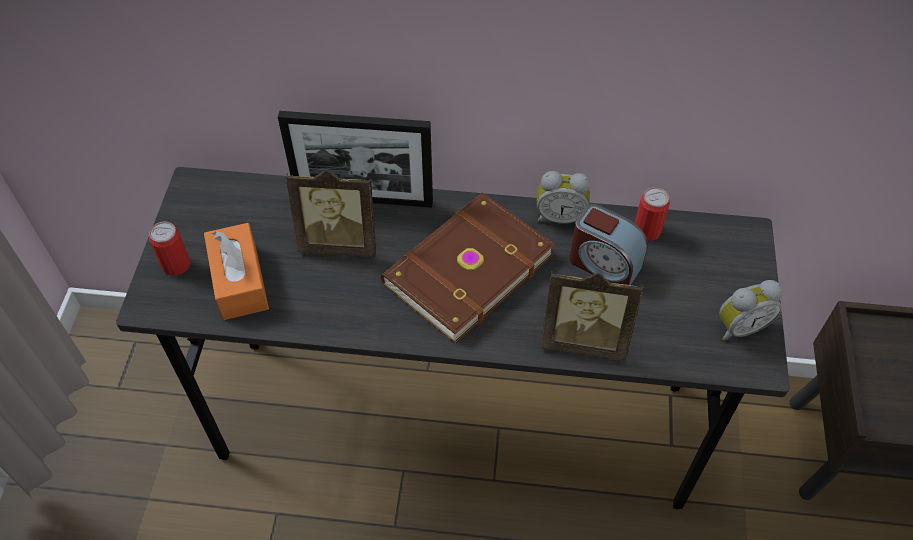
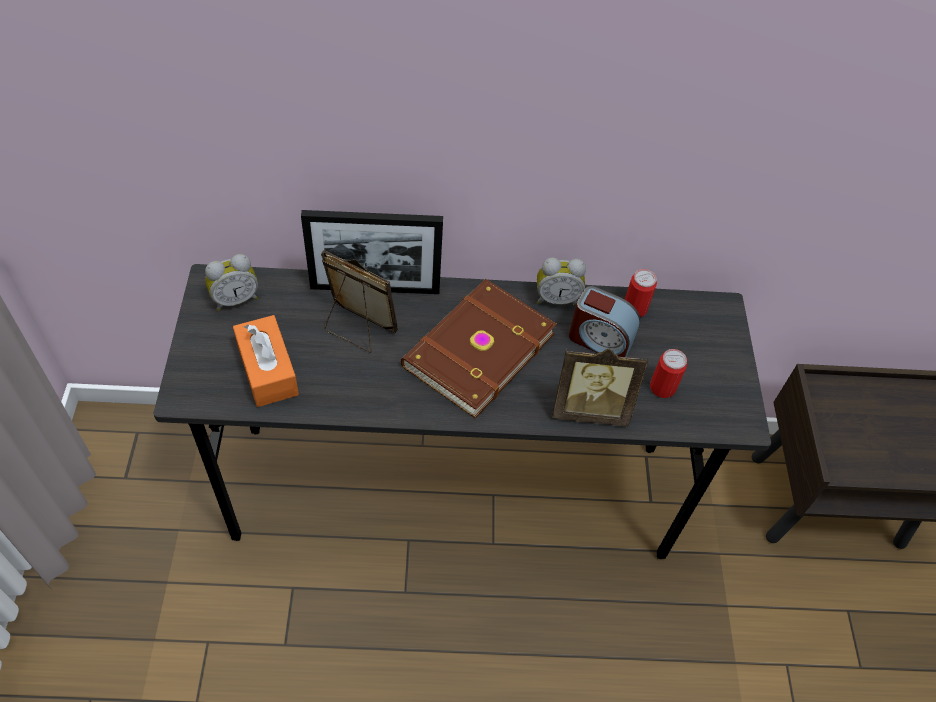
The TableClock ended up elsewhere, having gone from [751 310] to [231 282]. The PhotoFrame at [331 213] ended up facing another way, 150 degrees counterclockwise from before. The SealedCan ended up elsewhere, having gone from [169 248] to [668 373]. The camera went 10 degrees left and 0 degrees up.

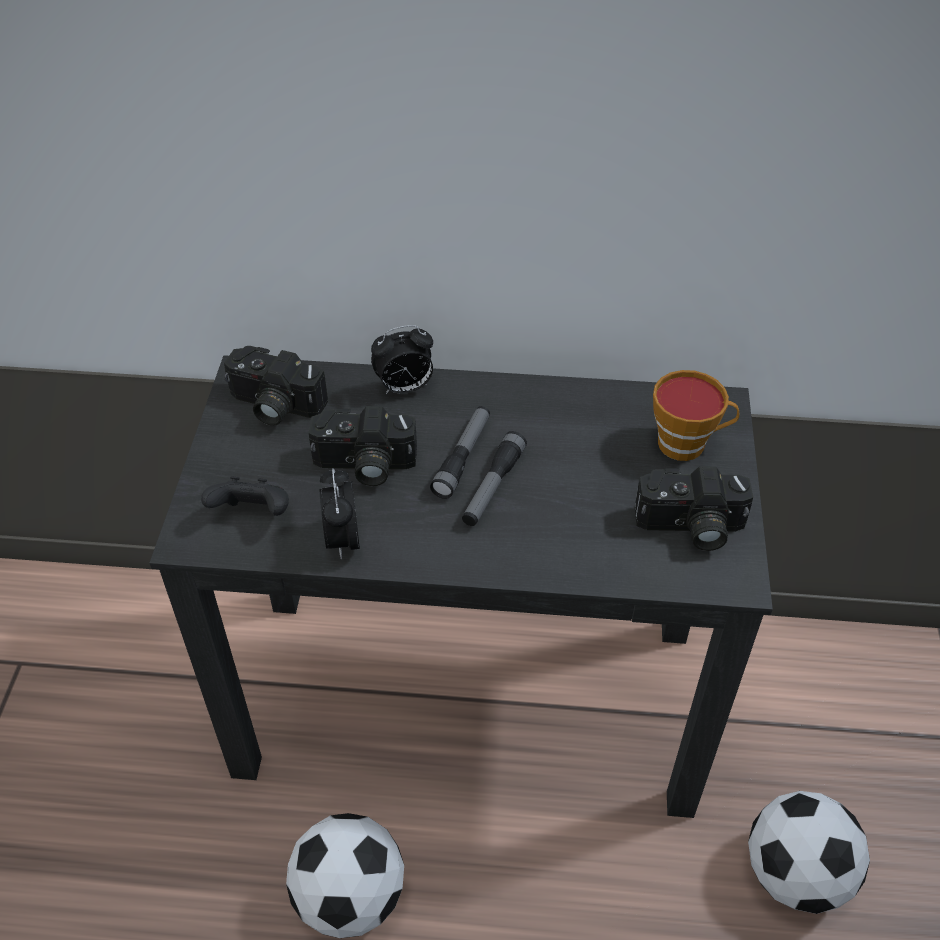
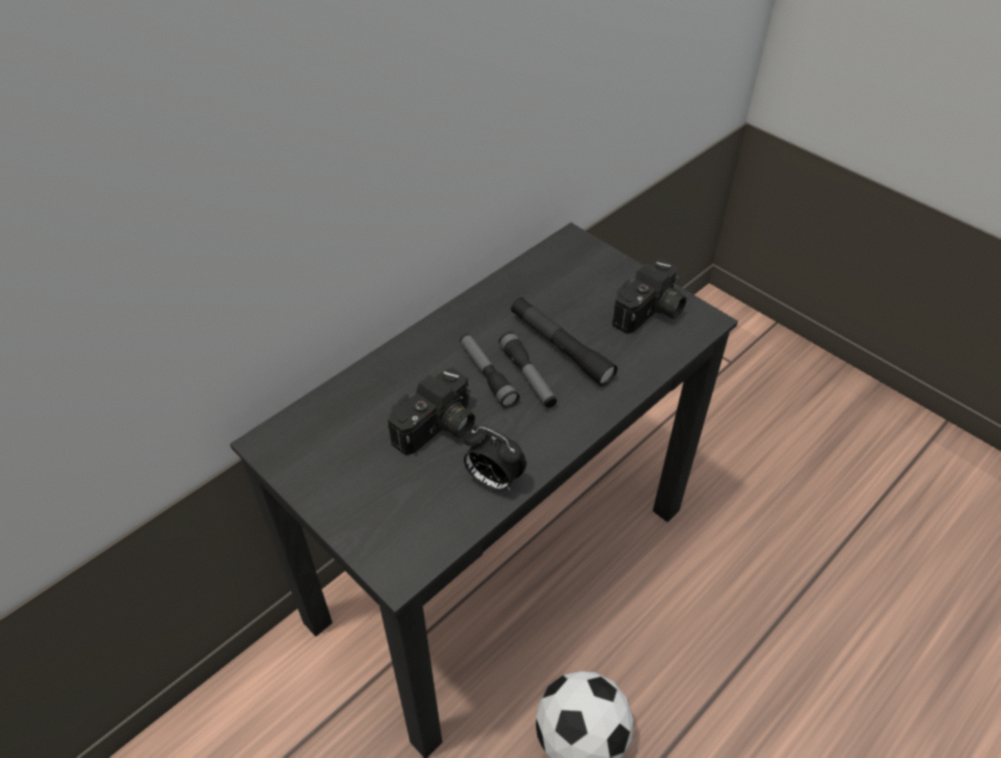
The second view gained the BlackHandTorch at [564 342]. The second view lost the BlackJoypad at [245 496]. The second view lost the PhotoCamera at [276 386]. The second view lost the TableClock at [402 359]. The second view lost the Cup at [696 415]. The second view lost the Football at [809 852]. The camera went 50 degrees left and 0 degrees up.

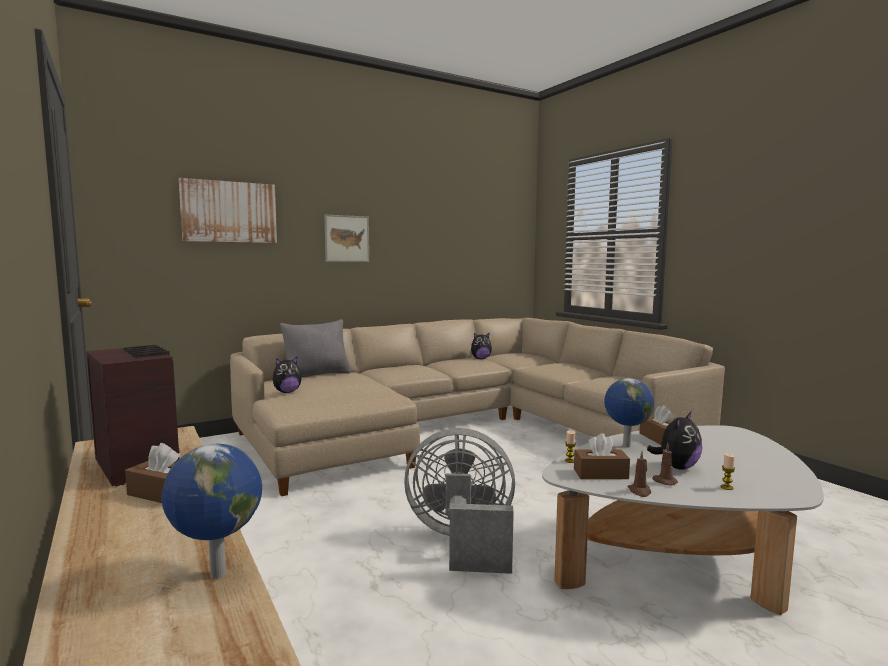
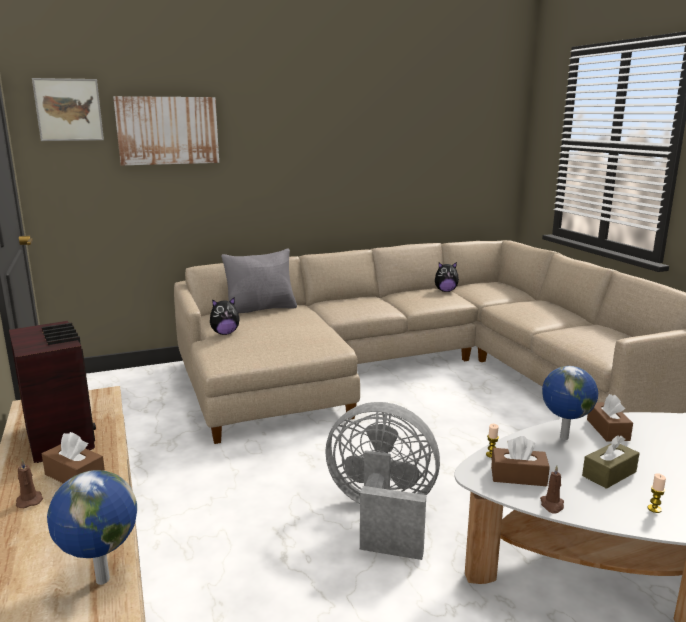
The BrownishWaxCandle ended up elsewhere, having gone from [665 464] to [29 483]. The Picture ended up elsewhere, having gone from [346 238] to [68 109]. Where the CuddlyToy stood at [674 441], the BrownishTissueBox came to stand at [610 462]. The camera went 10 degrees right and 10 degrees up.

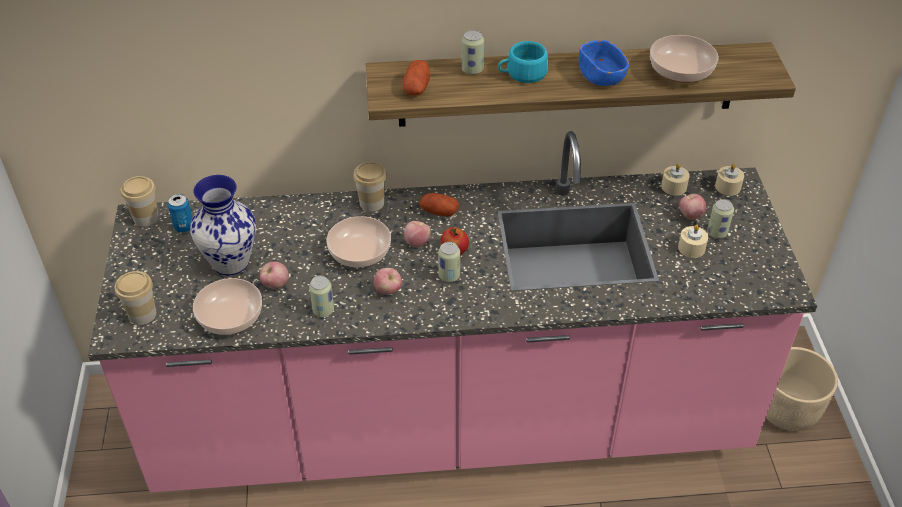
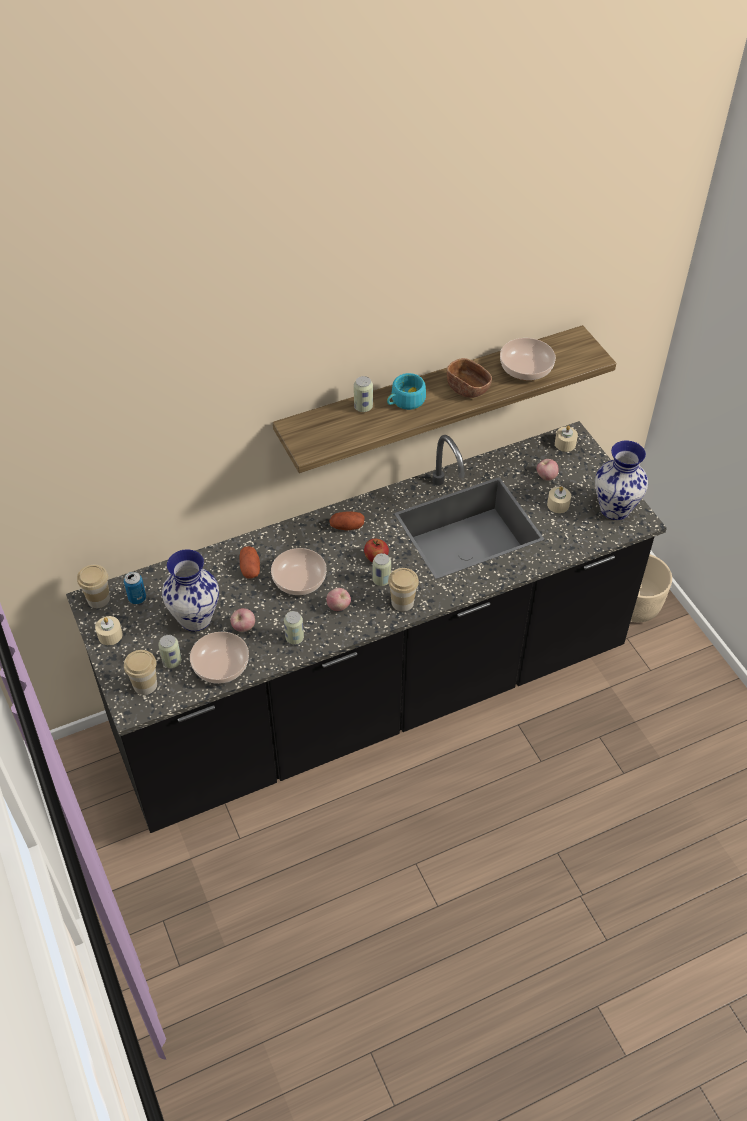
What was the PinkKitchenCounter at [452 312] turned into the BlackKitchenCounter at [366 627]. The SandColouredWaxCandle ended up elsewhere, having gone from [675 179] to [109 630]. The SealedCan ended up elsewhere, having gone from [720 218] to [170 651]. The Potato ended up elsewhere, having gone from [416 78] to [250 562]. The Cup ended up elsewhere, having gone from [370 187] to [403 589]. What was the BlueServingBowl at [604 63] turned into the BrownishServingBowl at [469 378]. The second view gained the Vase at [621 480]. The second view lost the Apple at [417 234]. The camera went 20 degrees left and 5 degrees up.

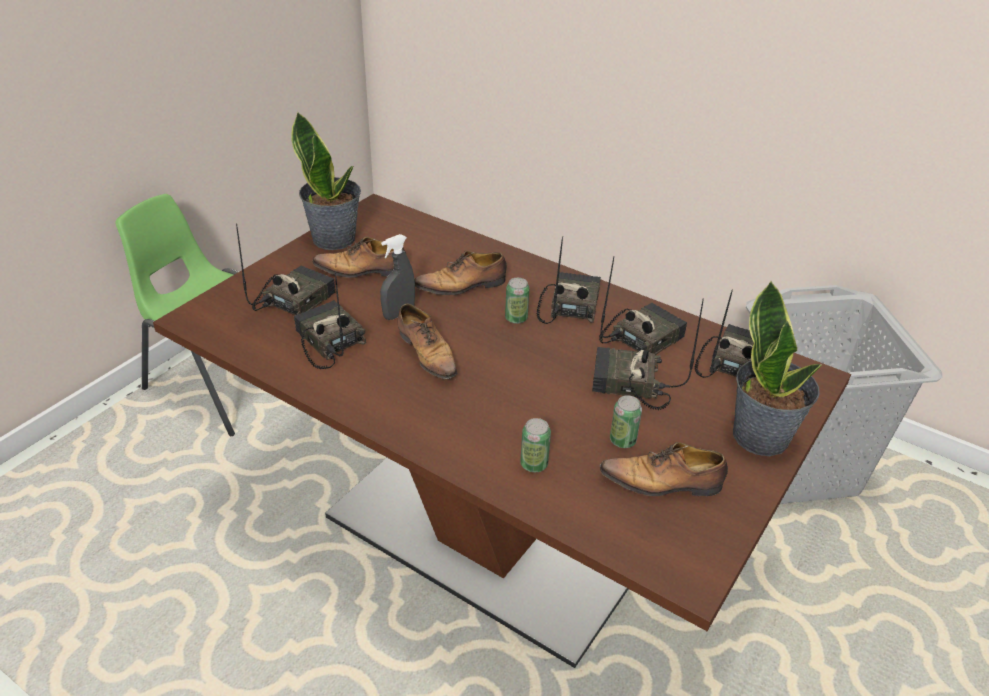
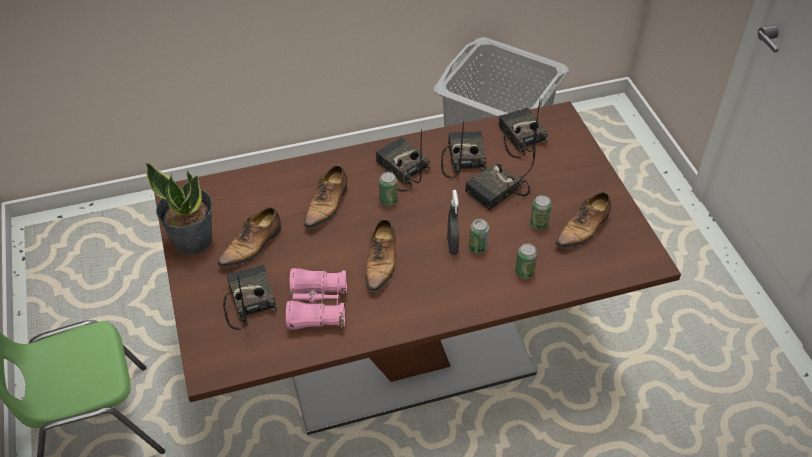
Where the RadioSet stood at [330 320], the PinkPairOfBinoculars came to stand at [316 299]. The Shoe at [427 342] ended up facing another way, 90 degrees clockwise from before. The GreyHandSprayer ended up elsewhere, having gone from [397 277] to [453 222]. The second view gained the SealedCan at [479 236]. The second view lost the Houseplant at [777 368]. The camera went 50 degrees left and 10 degrees up.

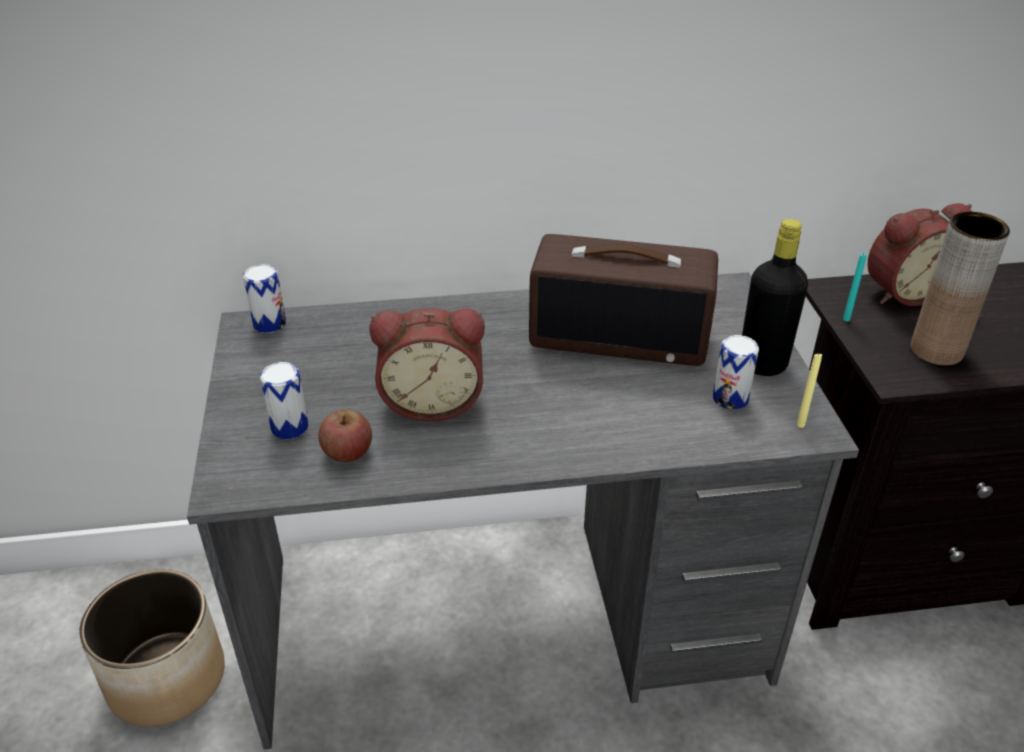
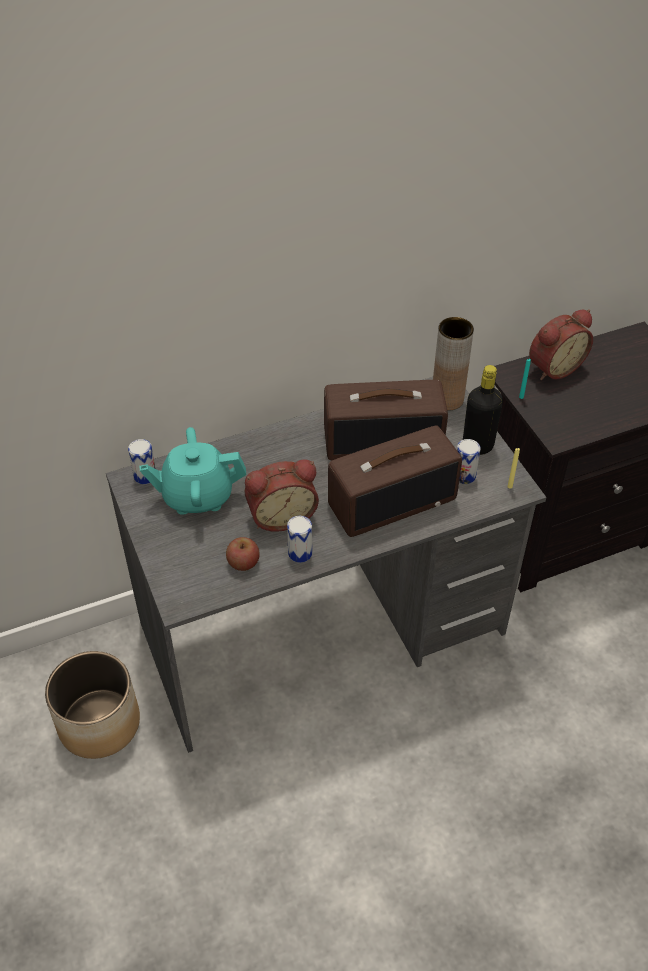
The second view gained the BlueGreenTeaPot at [192 471]. The SealedCan ended up elsewhere, having gone from [284 400] to [299 539]. The second view gained the RadioSet at [395 481]. The BrownishVase ended up elsewhere, having gone from [960 289] to [453 363]. The camera went 15 degrees left and 10 degrees up.

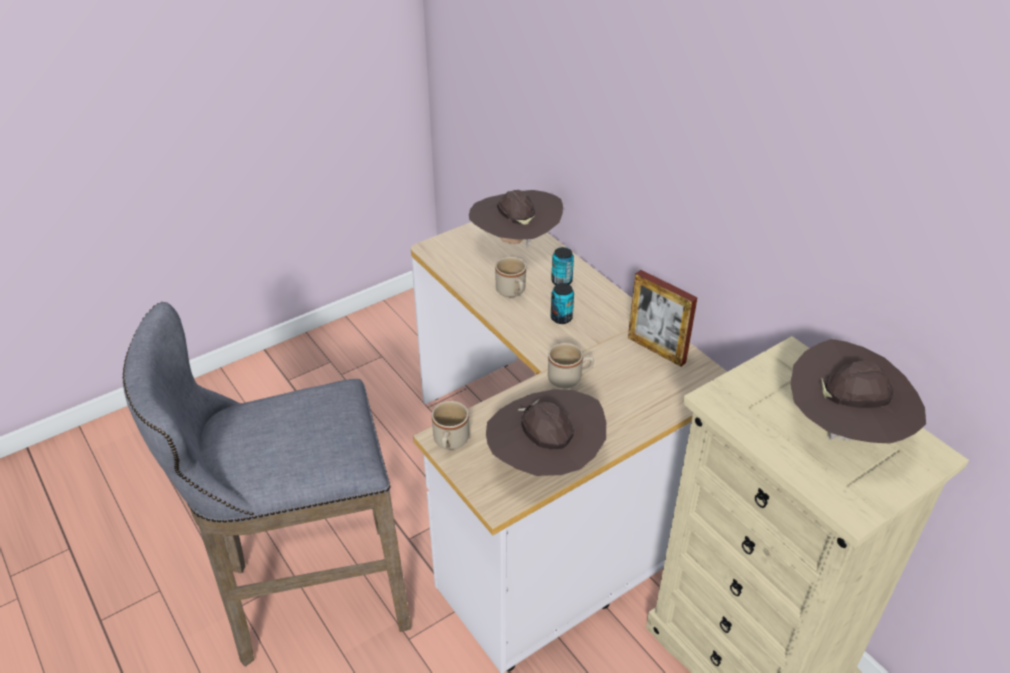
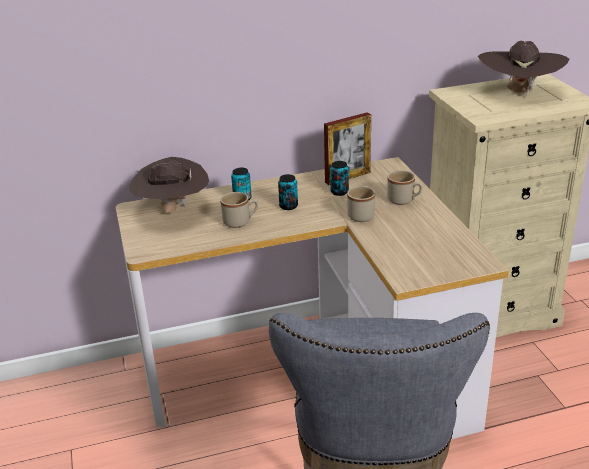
The second view gained the SealedCan at [339 178]. The SandColouredMug ended up elsewhere, having gone from [450 425] to [405 187]. The second view lost the BrownishHat at [546 432]. The camera went 70 degrees left and 10 degrees down.

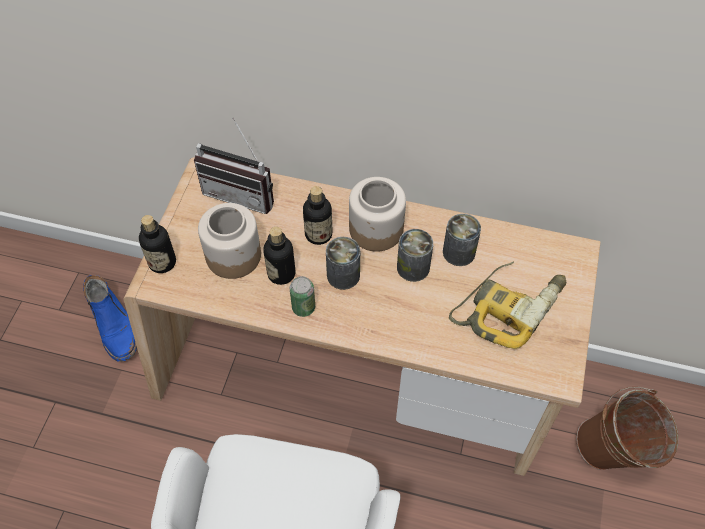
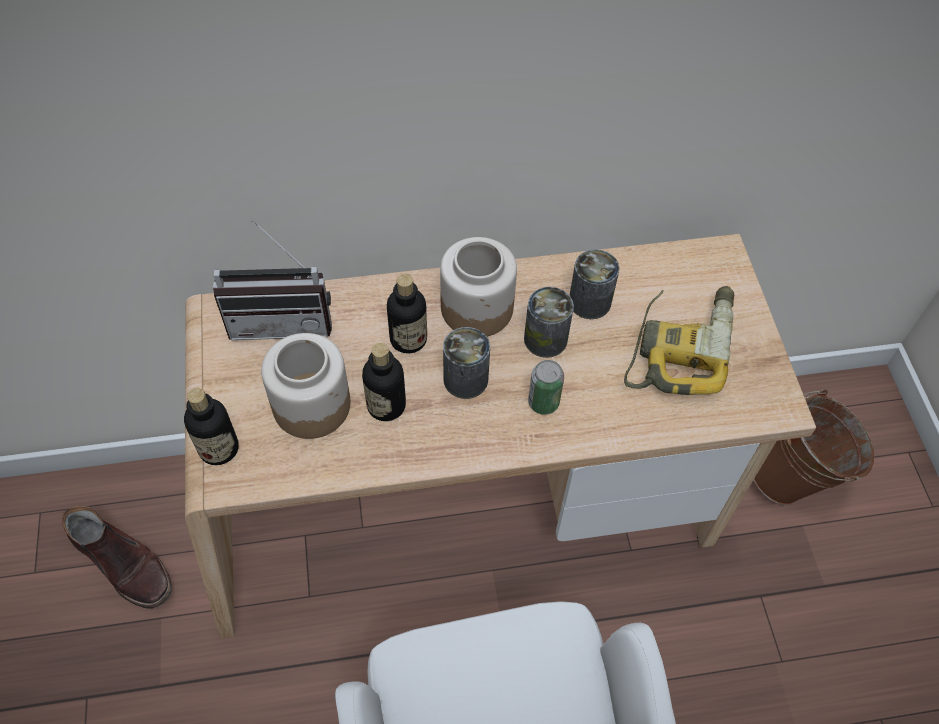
What was the BlueBoot at [110 318] turned into the BrownishBoot at [117 557]. The SealedCan ended up elsewhere, having gone from [302 296] to [546 387]. The camera went 25 degrees left and 0 degrees up.

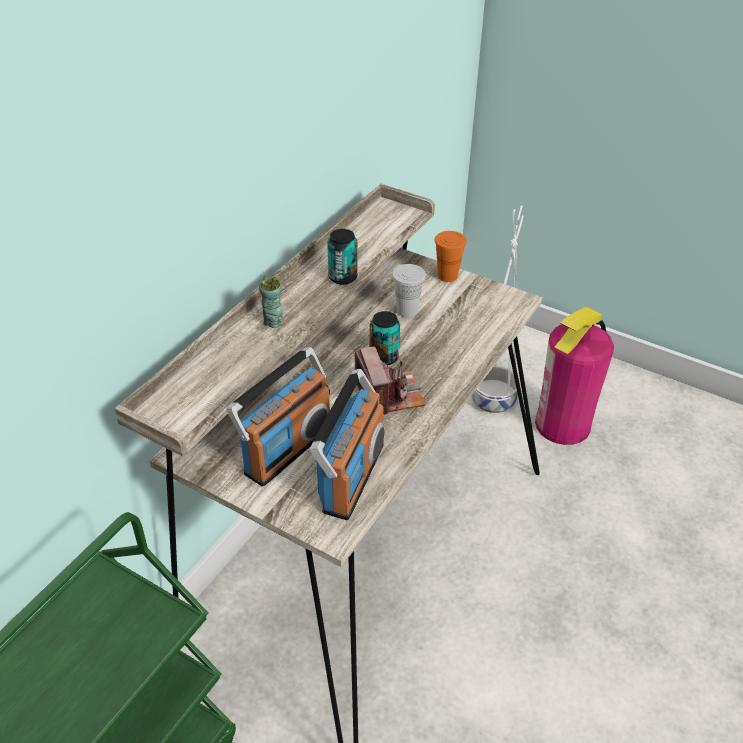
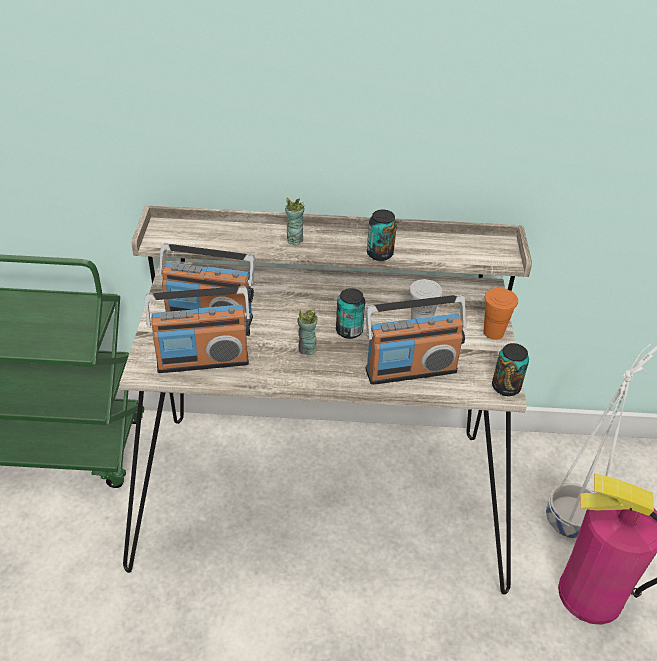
Where the PhotoCamera stood at [390 381], the Cup came to stand at [308 332]. The second view gained the RadioSet at [415 340]. The second view gained the SealedCan at [510 369]. The camera went 60 degrees right and 0 degrees up.

